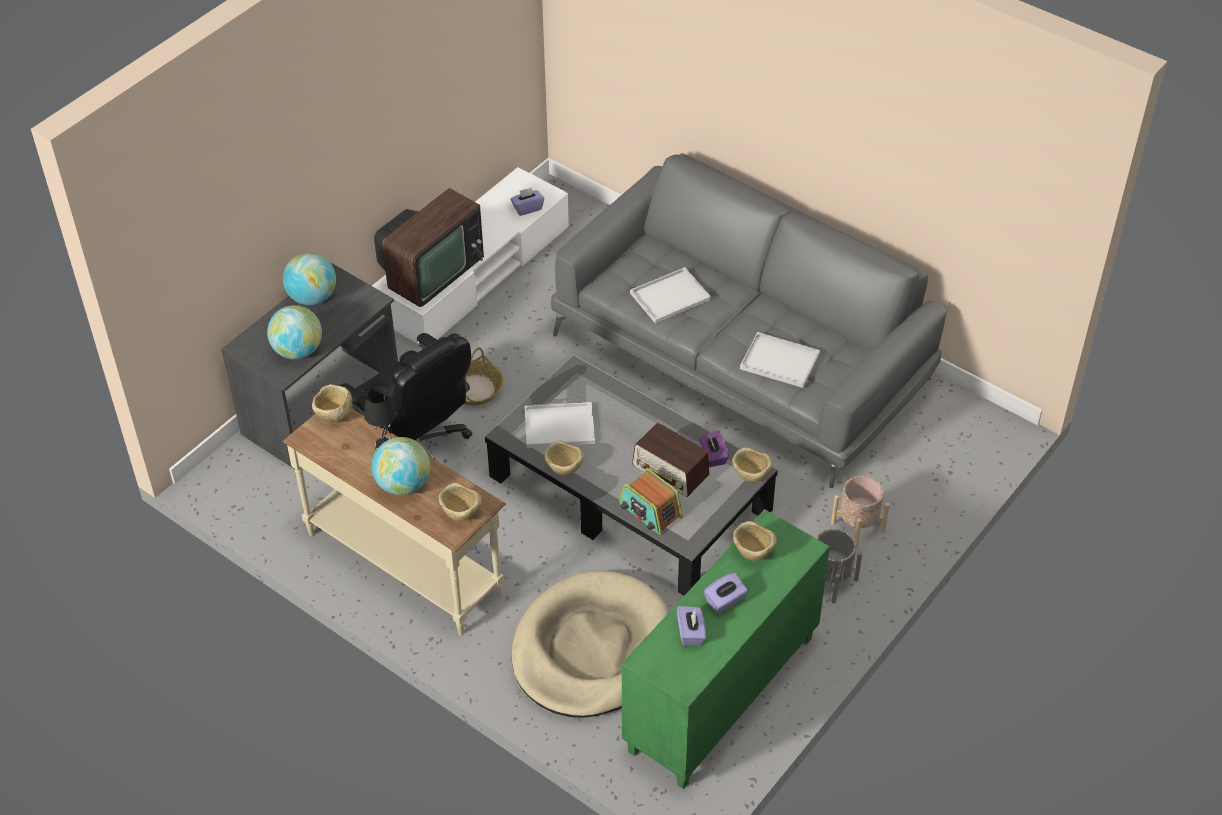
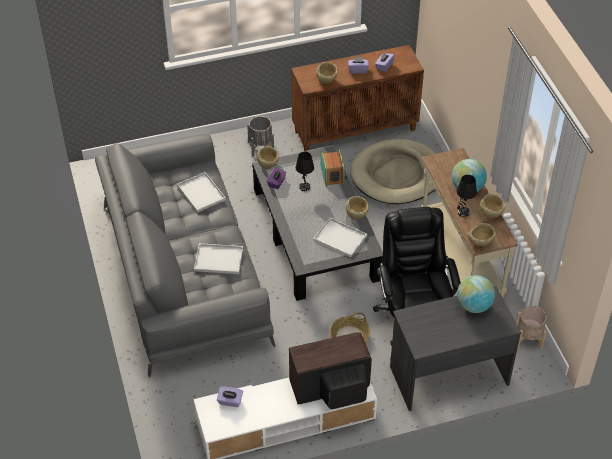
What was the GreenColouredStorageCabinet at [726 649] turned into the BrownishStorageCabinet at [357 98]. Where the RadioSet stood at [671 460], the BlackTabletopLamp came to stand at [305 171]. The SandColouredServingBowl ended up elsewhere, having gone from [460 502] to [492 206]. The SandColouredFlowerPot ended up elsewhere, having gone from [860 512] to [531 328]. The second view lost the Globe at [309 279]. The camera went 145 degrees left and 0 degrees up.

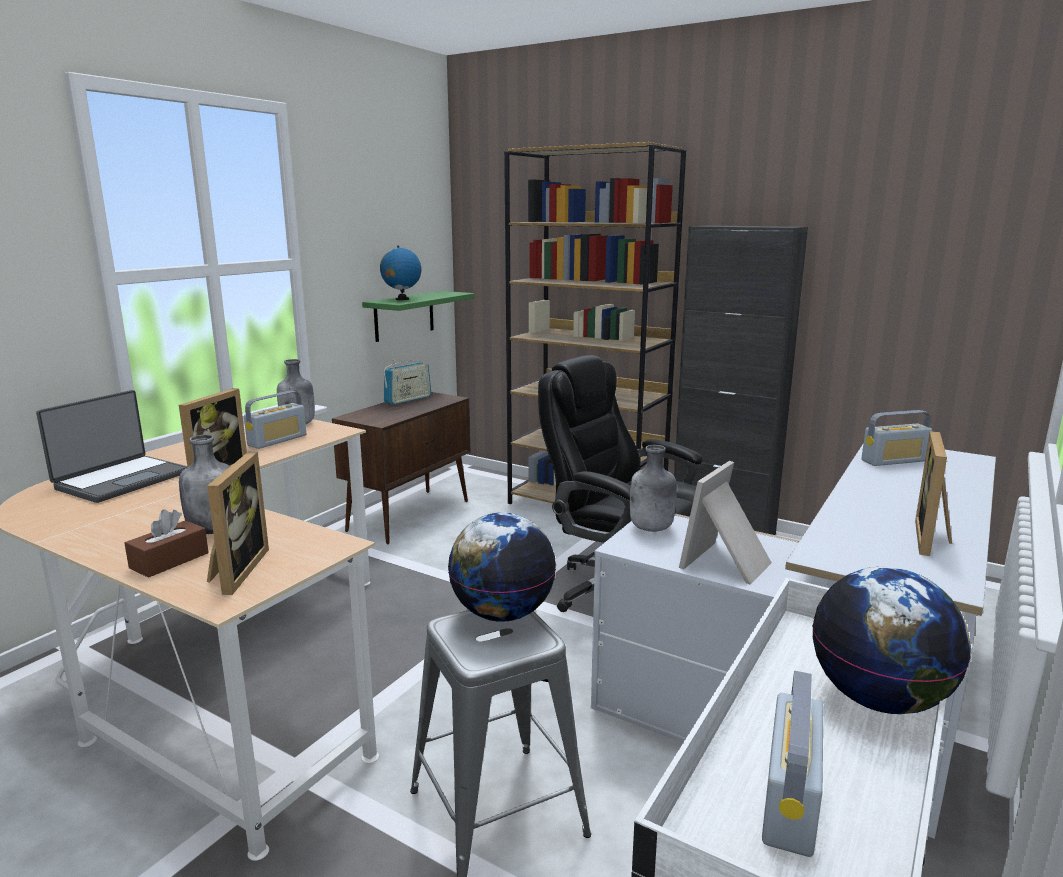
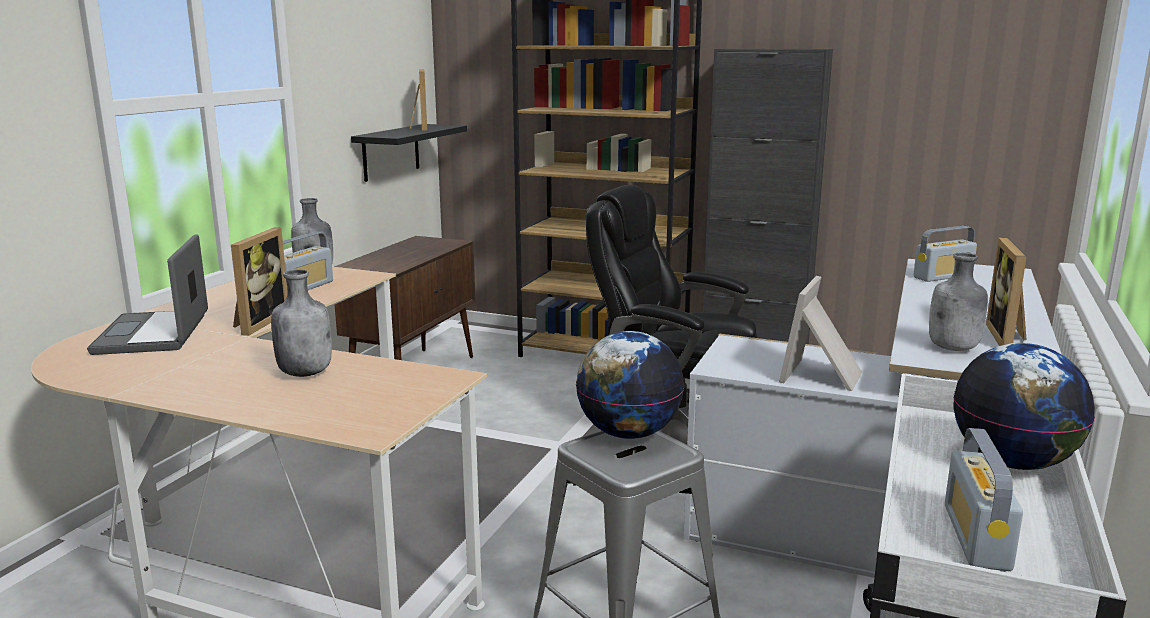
The NotebookComputer at [111 446] ended up facing another way, 150 degrees clockwise from before. What was the GreenColouredShelf at [418 316] turned into the BlackShelf at [409 153]. The PhotoFrame ended up elsewhere, having gone from [238 523] to [418 100]. The GreyBeverageBottle ended up elsewhere, having gone from [653 488] to [958 302]. The second view lost the BrownishTissueBox at [166 544]. The second view lost the Globe at [400 272]. The second view lost the RadioSet at [407 382]. The camera went 10 degrees left and 0 degrees up.

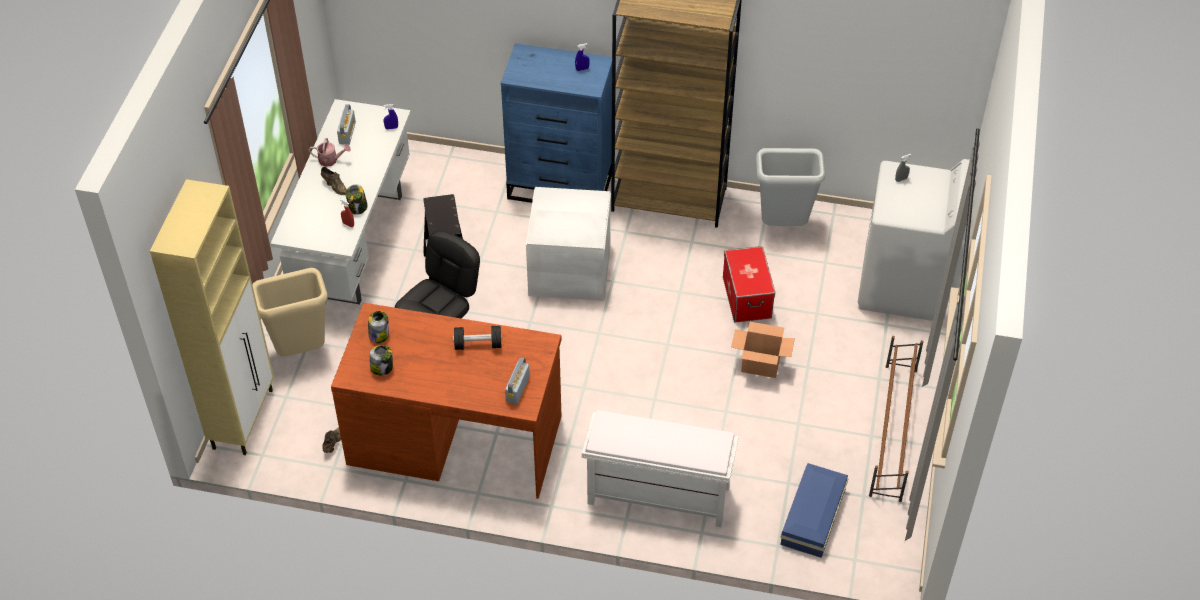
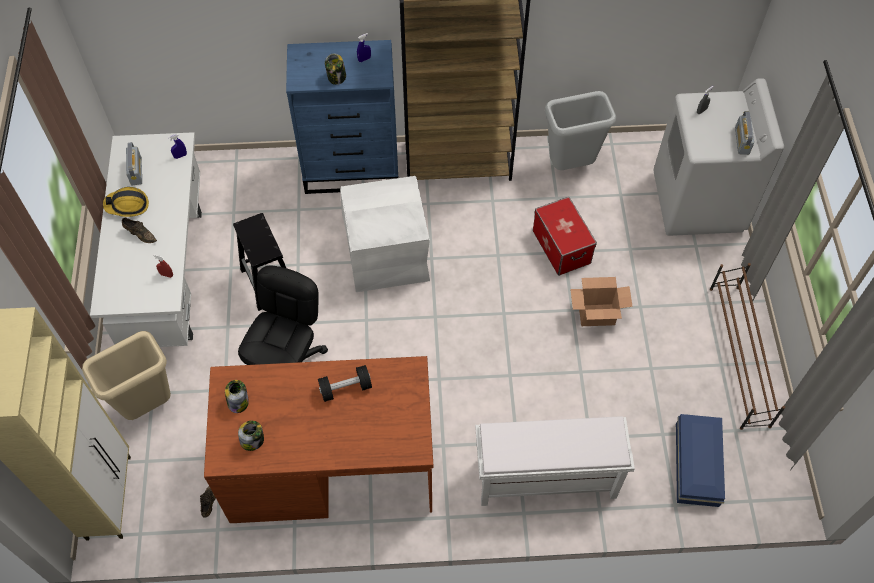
Where the WateringPot stood at [329 152], the WorkHelmet came to stand at [126 202]. The PreserveJar ended up elsewhere, having gone from [357 200] to [335 69]. The RadioSet ended up elsewhere, having gone from [517 380] to [744 133]. The camera went 15 degrees left and 10 degrees up.

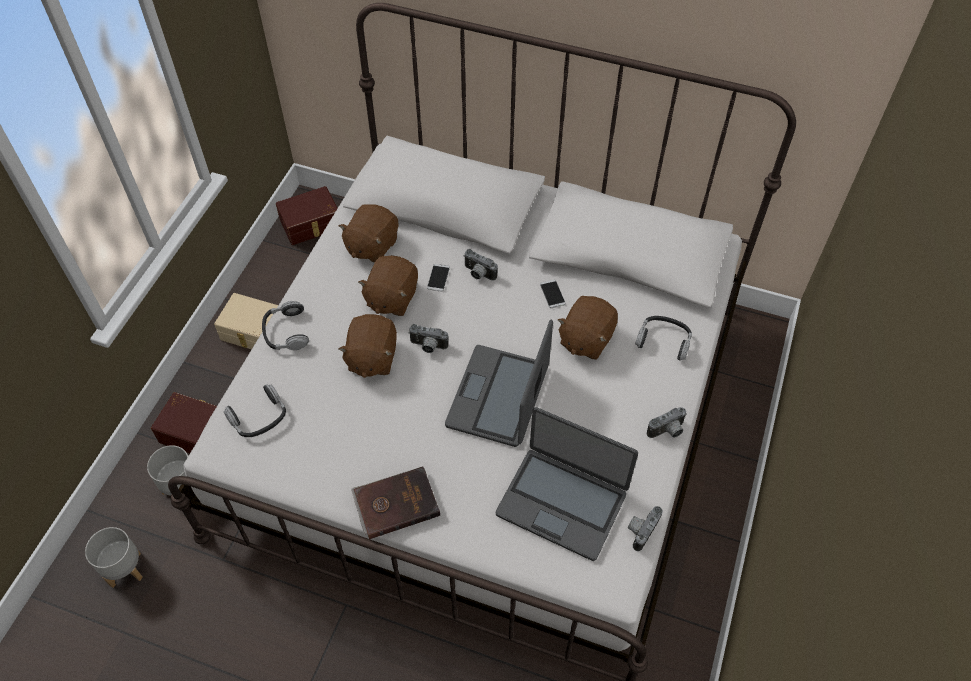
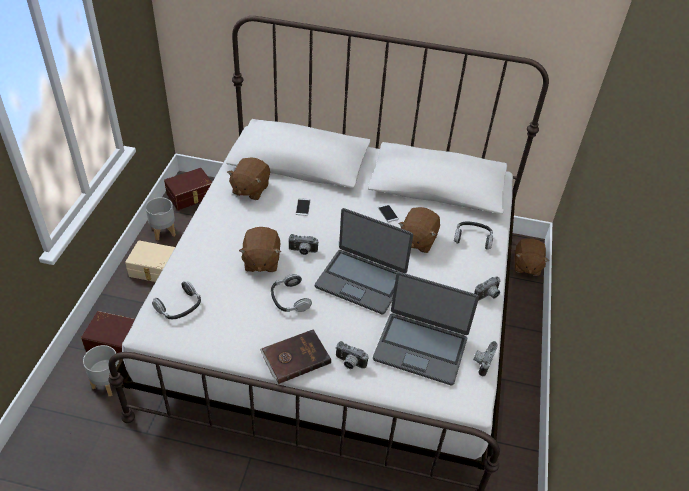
The GreyFlowerPot ended up elsewhere, having gone from [114 557] to [160 218]. The Headset ended up elsewhere, having gone from [285 325] to [291 293]. The NotebookComputer at [499 383] ended up facing another way, 75 degrees counterclockwise from before. The PhotoCamera ended up elsewhere, having gone from [481 265] to [351 355]. The BrownishCuddlyToy ended up elsewhere, having gone from [388 285] to [532 257]. The camera went 10 degrees left and 10 degrees down.

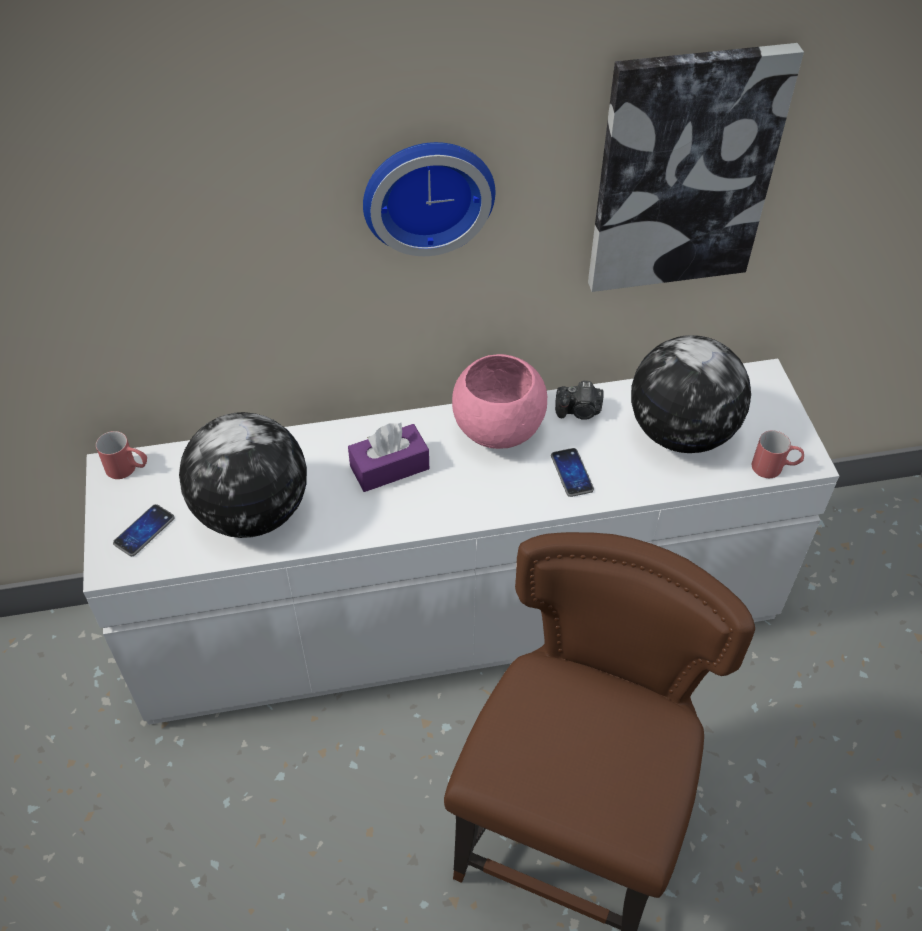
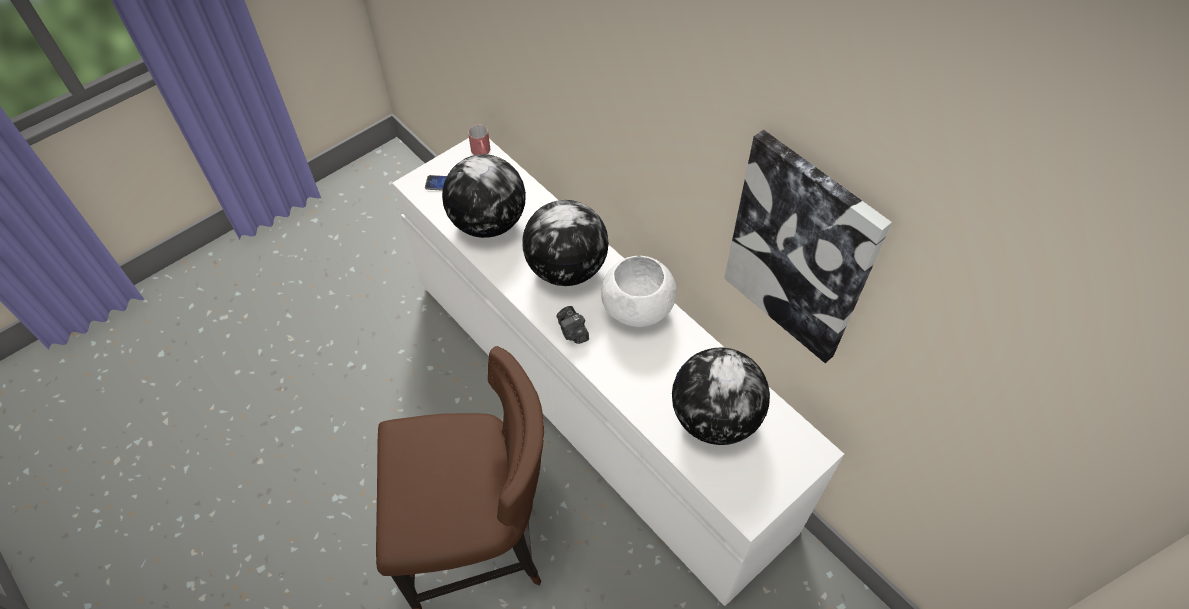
Where the PurpleColouredTissueBox stood at [388 457], the Globe came to stand at [565 243]. The PhotoCamera ended up elsewhere, having gone from [579 400] to [573 325]. What was the PinkServingBowl at [499 401] turned into the WhitishServingBowl at [638 291]. The second view lost the ClockOnTheWall at [429 199]. The second view lost the Telephone at [572 472]. The second view lost the RedColouredMug at [778 454]. The camera went 60 degrees right and 5 degrees up.

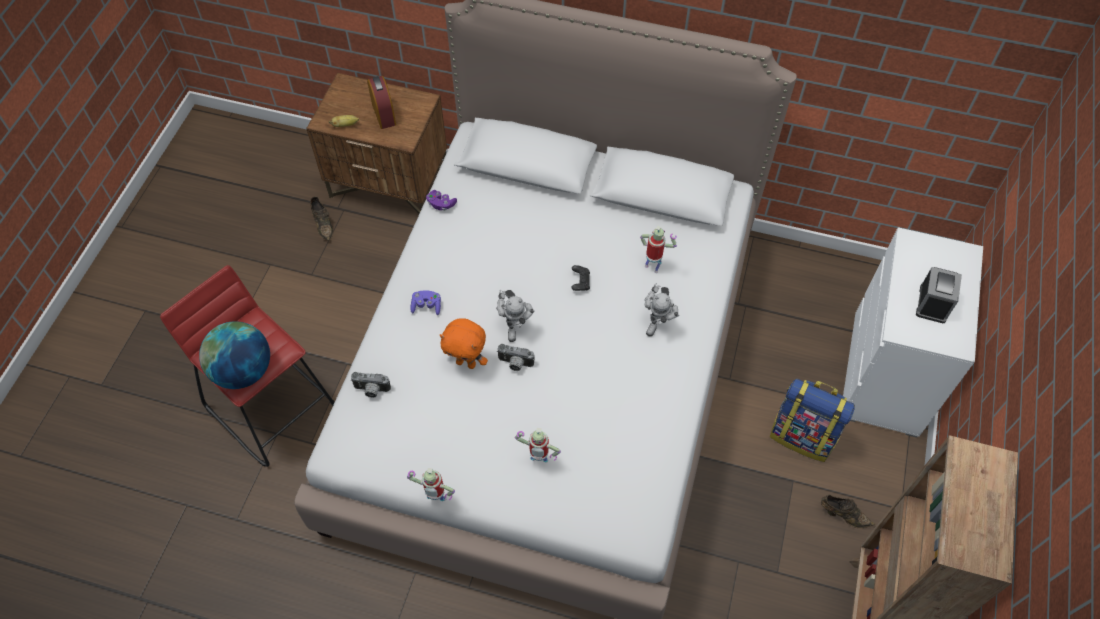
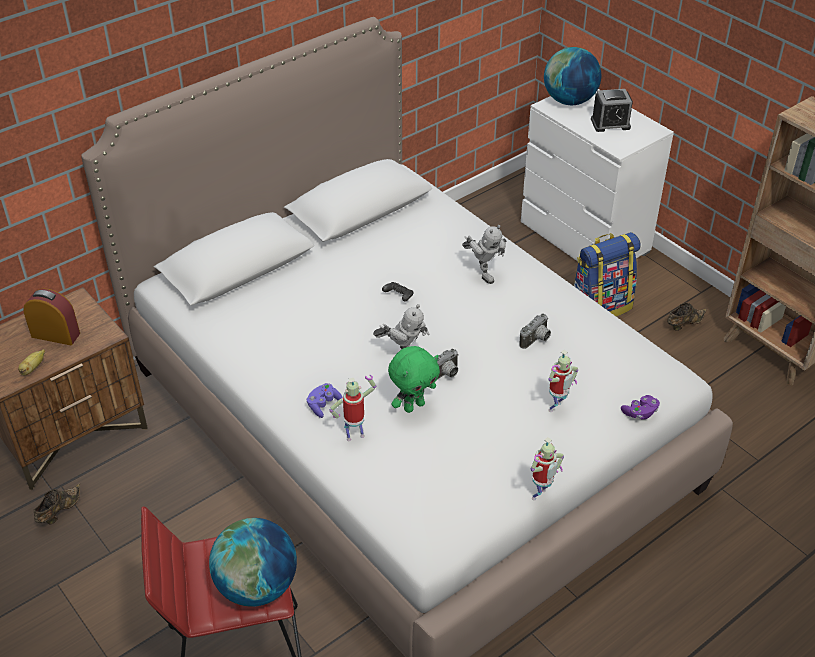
The BrownishShoe at [321 218] ended up facing another way, 75 degrees counterclockwise from before. The ToyRobot ended up elsewhere, having gone from [658 249] to [352 408]. What was the OrangeyCuddlyToy at [464 343] turned into the GreenColouredCuddlyToy at [414 379]. The PhotoCamera ended up elsewhere, having gone from [371 385] to [535 331]. The second view gained the Globe at [572 76]. The TableClock at [939 295] ended up facing another way, 120 degrees clockwise from before. The PurpleColouredJoypad ended up elsewhere, having gone from [441 200] to [640 407]. The camera went 55 degrees left and 15 degrees down.

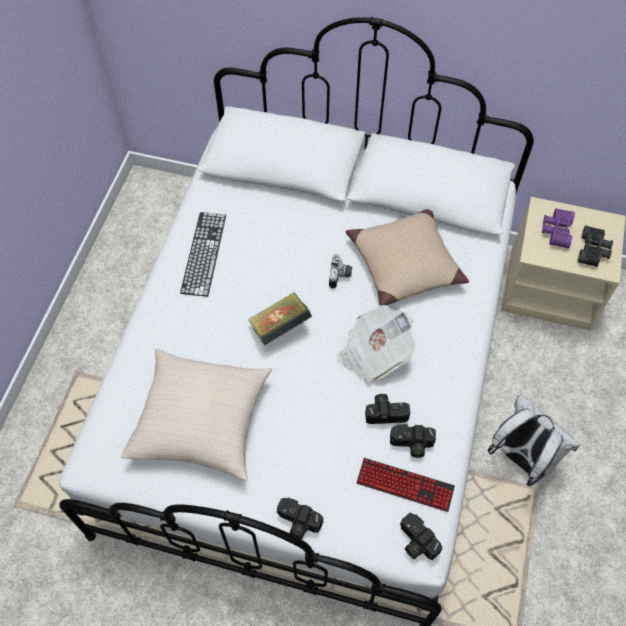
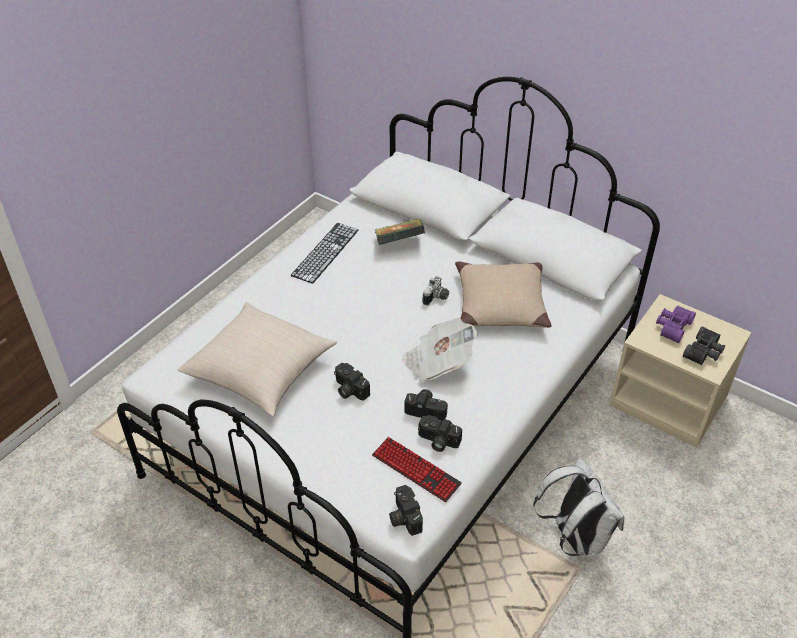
The PhotoCamera ended up elsewhere, having gone from [299 518] to [352 382]. The Book ended up elsewhere, having gone from [280 318] to [400 231]. The camera went 20 degrees right and 15 degrees down.

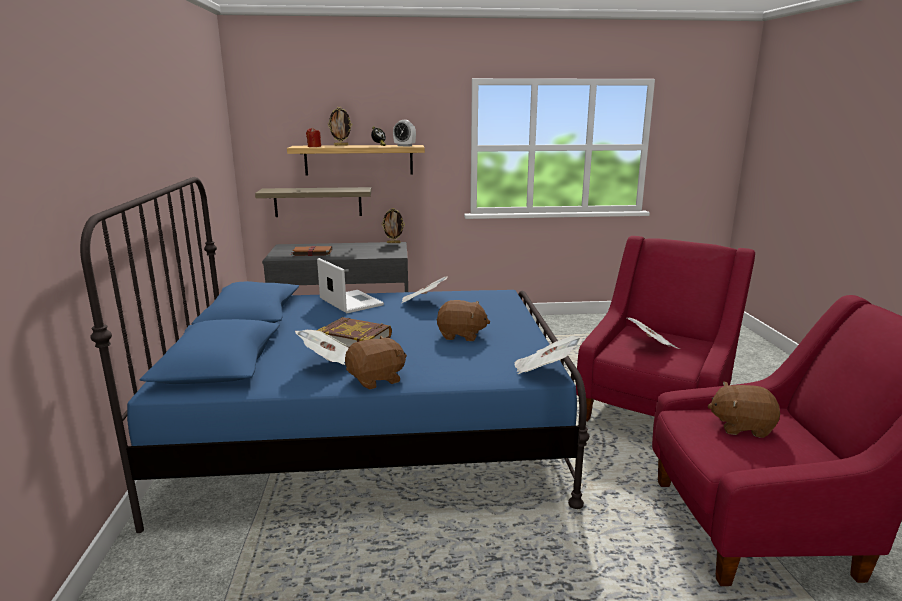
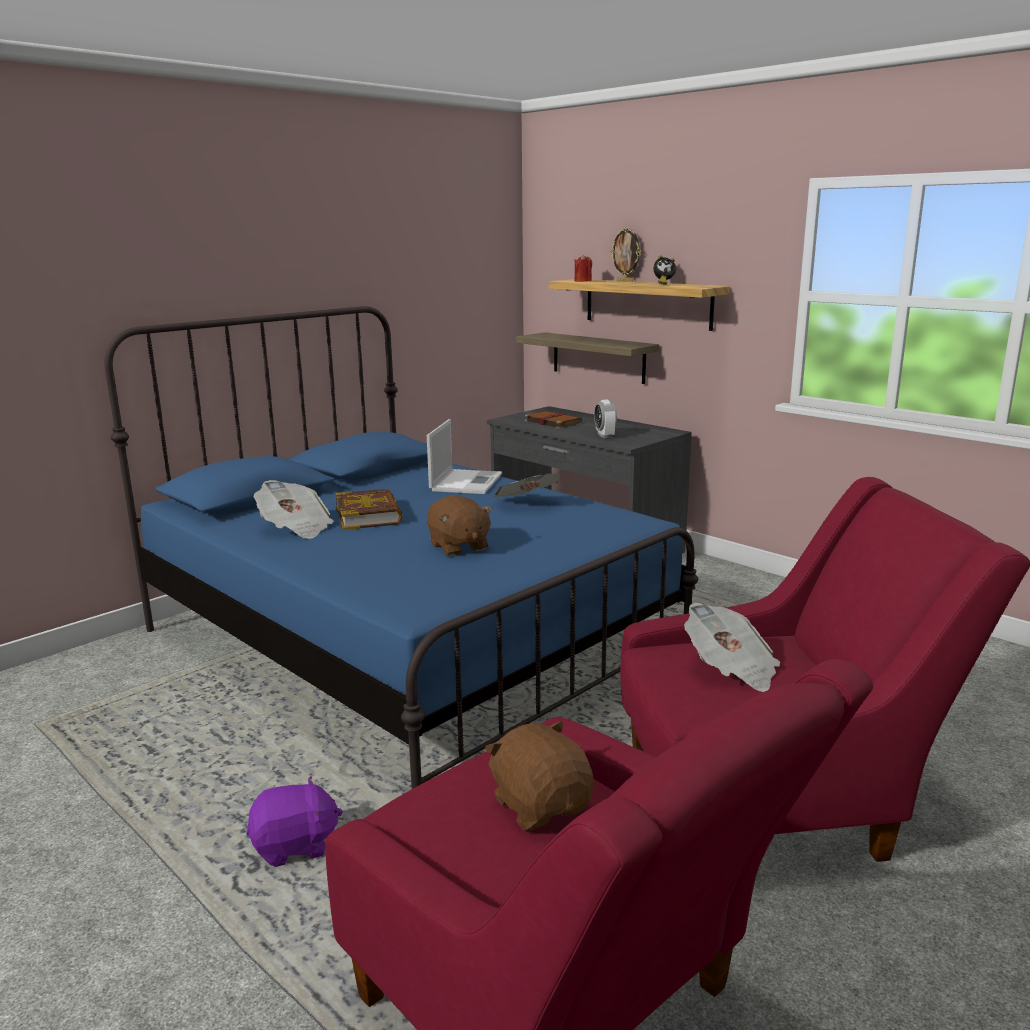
The second view gained the PurpleColouredCuddlyToy at [294 822]. The TableClock ended up elsewhere, having gone from [404 133] to [605 419]. The second view lost the BrownishCuddlyToy at [376 362]. The second view lost the PhotoFrame at [393 225]. The second view lost the Newspaper at [548 355]. The camera went 50 degrees right and 0 degrees up.

